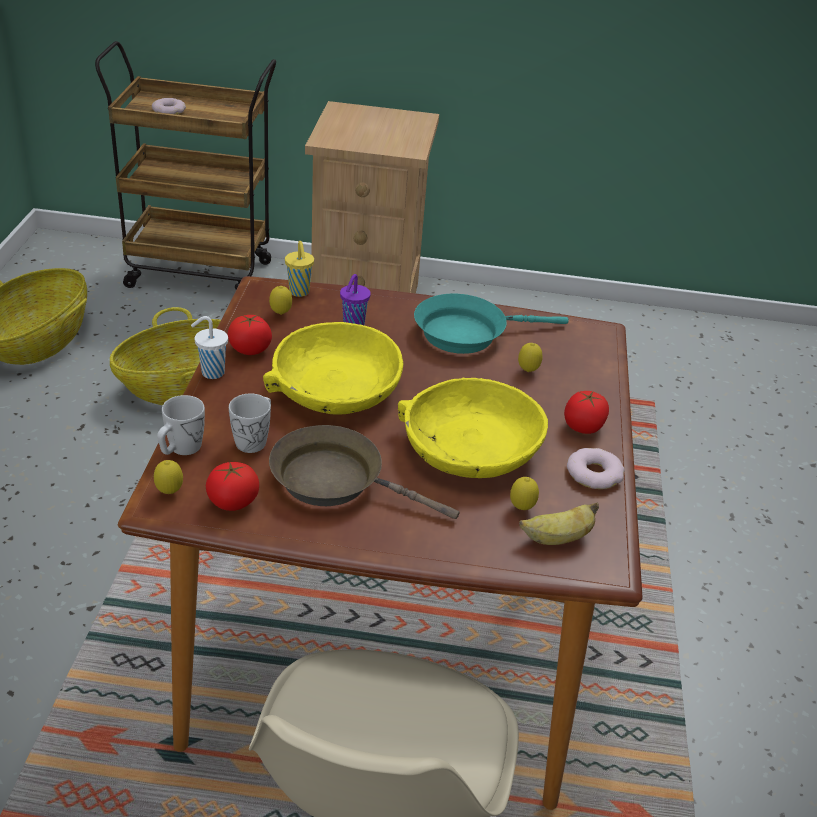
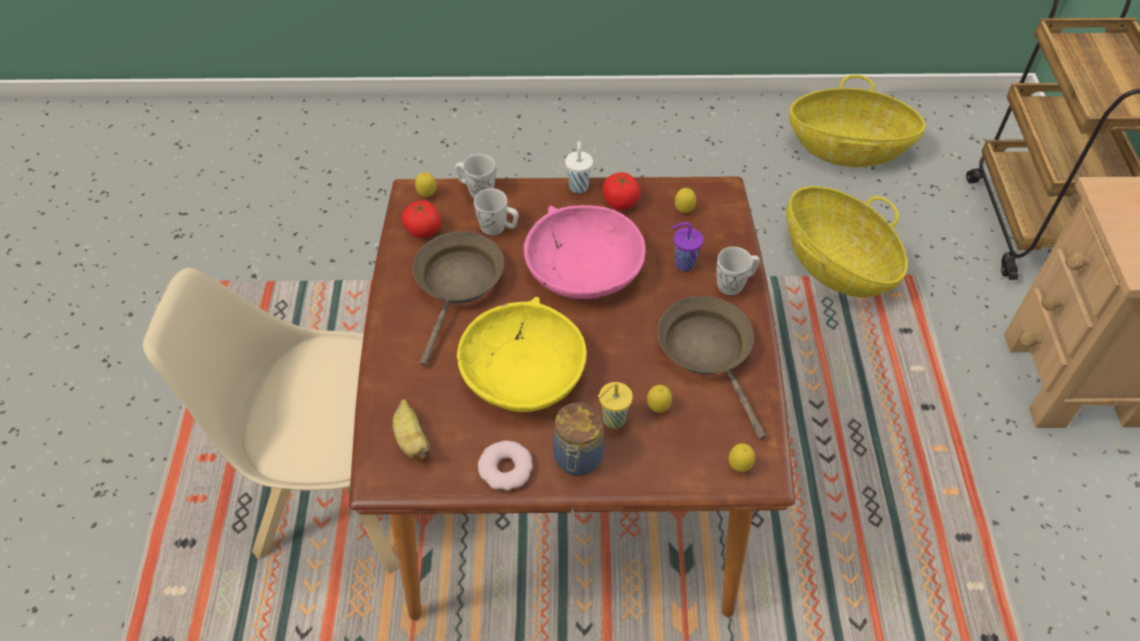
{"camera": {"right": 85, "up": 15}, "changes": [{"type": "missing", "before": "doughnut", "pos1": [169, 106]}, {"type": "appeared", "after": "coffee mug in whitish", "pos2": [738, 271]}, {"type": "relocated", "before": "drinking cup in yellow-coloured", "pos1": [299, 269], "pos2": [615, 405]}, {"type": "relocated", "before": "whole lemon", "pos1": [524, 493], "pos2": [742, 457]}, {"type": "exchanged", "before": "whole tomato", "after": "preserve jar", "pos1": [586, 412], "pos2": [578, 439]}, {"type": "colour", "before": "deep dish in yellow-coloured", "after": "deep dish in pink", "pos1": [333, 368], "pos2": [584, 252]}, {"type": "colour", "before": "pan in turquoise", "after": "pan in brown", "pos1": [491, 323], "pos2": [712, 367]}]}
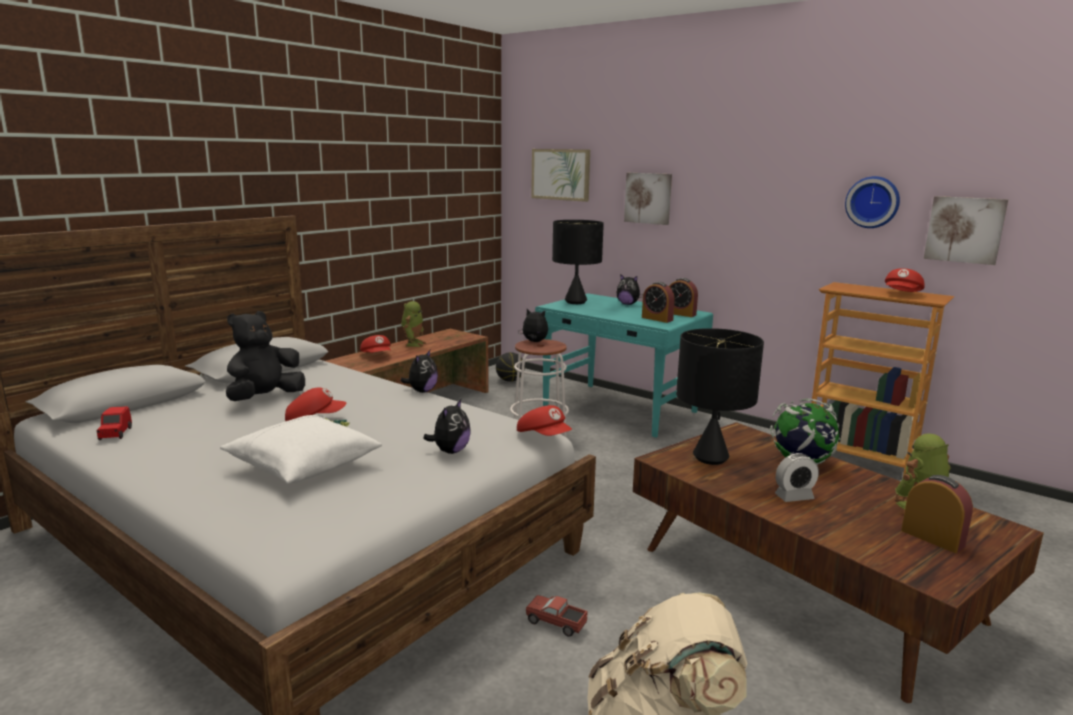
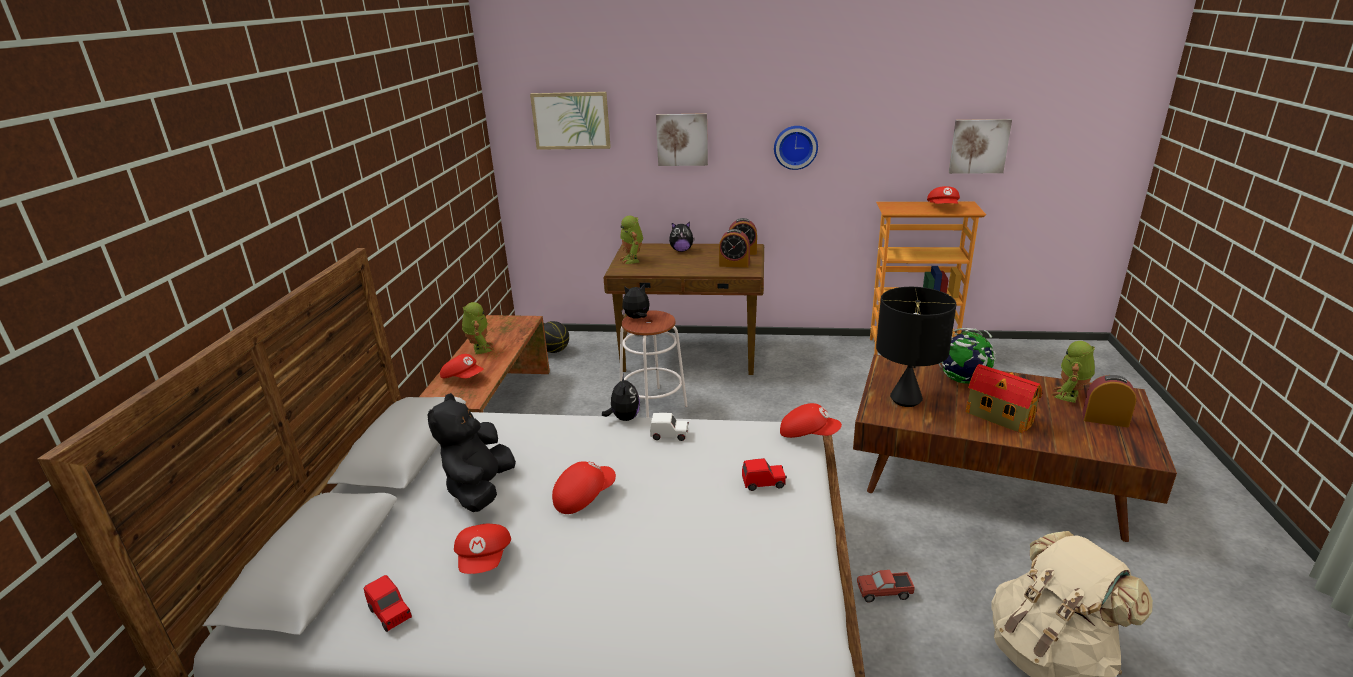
{"camera": {"right": -30, "up": 10}, "changes": [{"type": "missing", "before": "pillow in whitish", "pos1": [301, 449]}, {"type": "appeared", "after": "peaked cap in reddish", "pos2": [482, 549]}, {"type": "appeared", "after": "model car in whitish", "pos2": [669, 427]}, {"type": "relocated", "before": "hanging clock", "pos1": [872, 202], "pos2": [796, 148]}, {"type": "exchanged", "before": "soft toy", "after": "model car in reddish", "pos1": [447, 426], "pos2": [764, 474]}, {"type": "exchanged", "before": "table lamp in black", "after": "model robot", "pos1": [578, 262], "pos2": [631, 240]}, {"type": "exchanged", "before": "alarm clock", "after": "toy house", "pos1": [797, 477], "pos2": [1004, 399]}, {"type": "colour", "before": "desk unit in turquoise", "after": "desk unit in brown", "pos1": [624, 365], "pos2": [684, 309]}]}
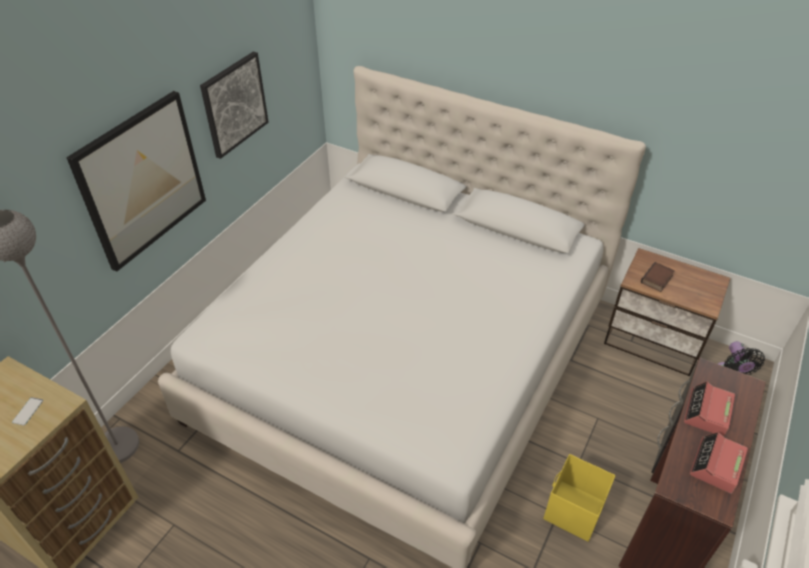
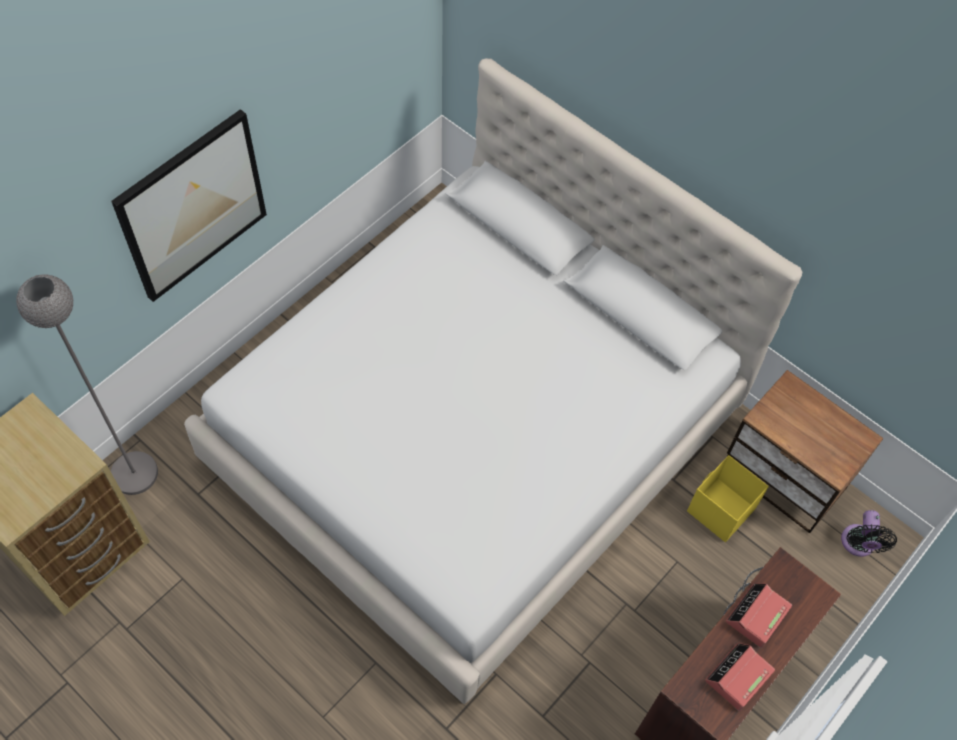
{"camera": {"right": 10, "up": 15}, "changes": [{"type": "missing", "before": "phone", "pos1": [27, 411]}, {"type": "missing", "before": "wall picture", "pos1": [234, 105]}, {"type": "missing", "before": "bound book", "pos1": [658, 277]}, {"type": "relocated", "before": "storage container in yellow-coloured", "pos1": [579, 498], "pos2": [728, 498]}]}
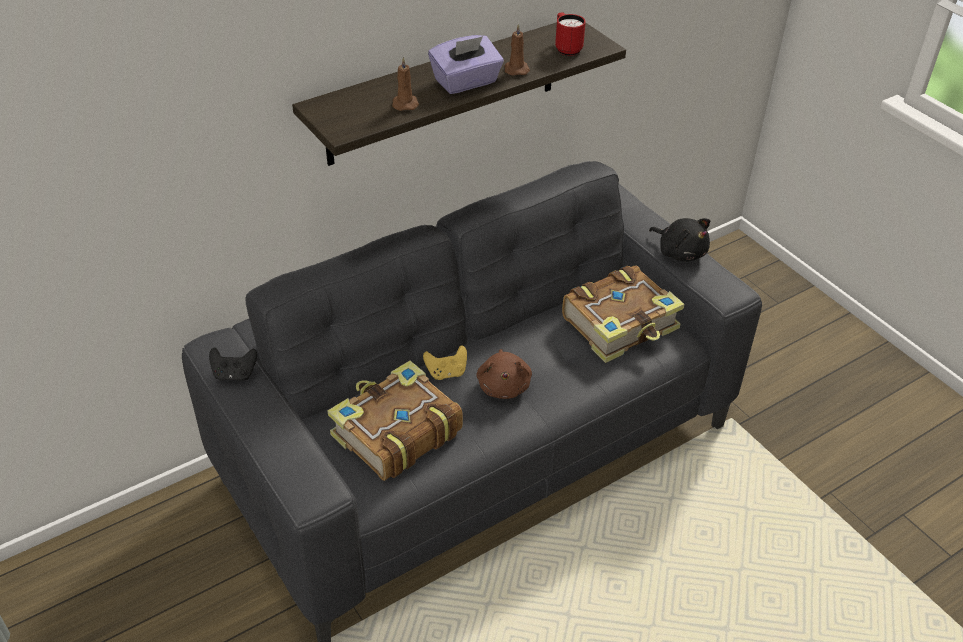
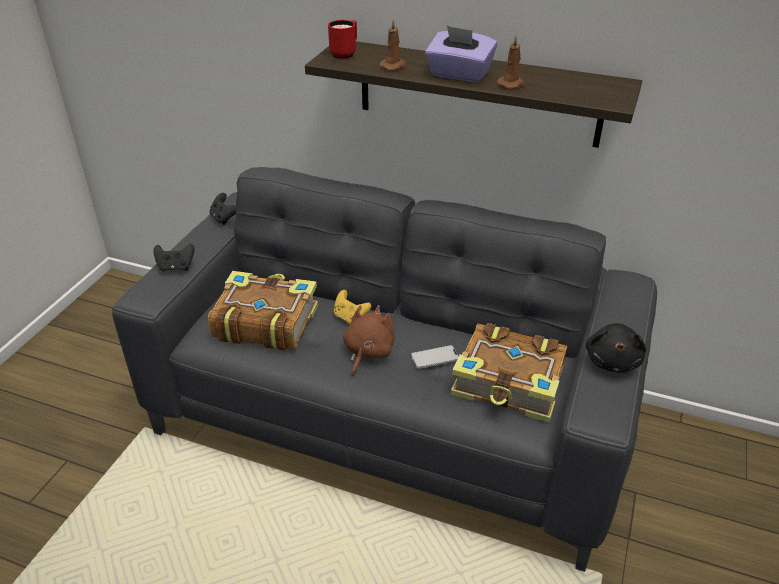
{"camera": {"right": 55, "up": -5}, "changes": [{"type": "appeared", "after": "gamepad in black", "pos2": [174, 257]}, {"type": "appeared", "after": "phone", "pos2": [435, 357]}, {"type": "relocated", "before": "coffee mug in reddish", "pos1": [570, 34], "pos2": [342, 39]}, {"type": "spun", "before": "soft toy in brown", "pos1": [504, 374], "pos2": [369, 340], "turn": 150}]}
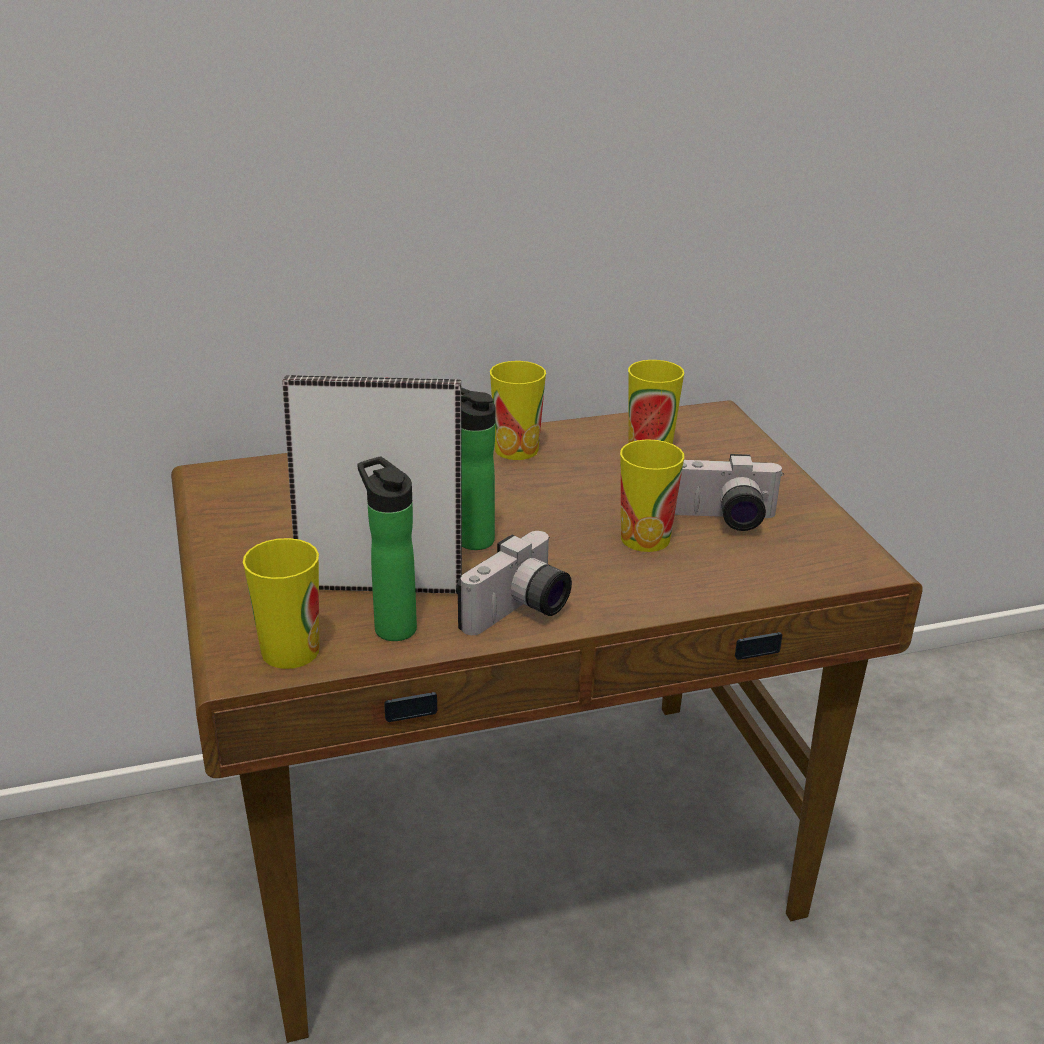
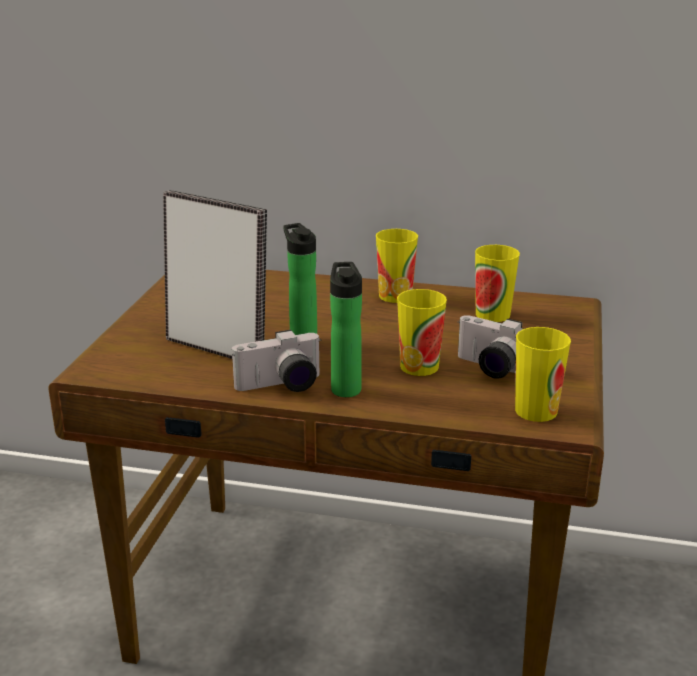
{"camera": {"right": 30, "up": -5}, "changes": [{"type": "relocated", "before": "drinking cup", "pos1": [281, 603], "pos2": [543, 374]}, {"type": "relocated", "before": "beverage bottle", "pos1": [387, 549], "pos2": [346, 329]}]}
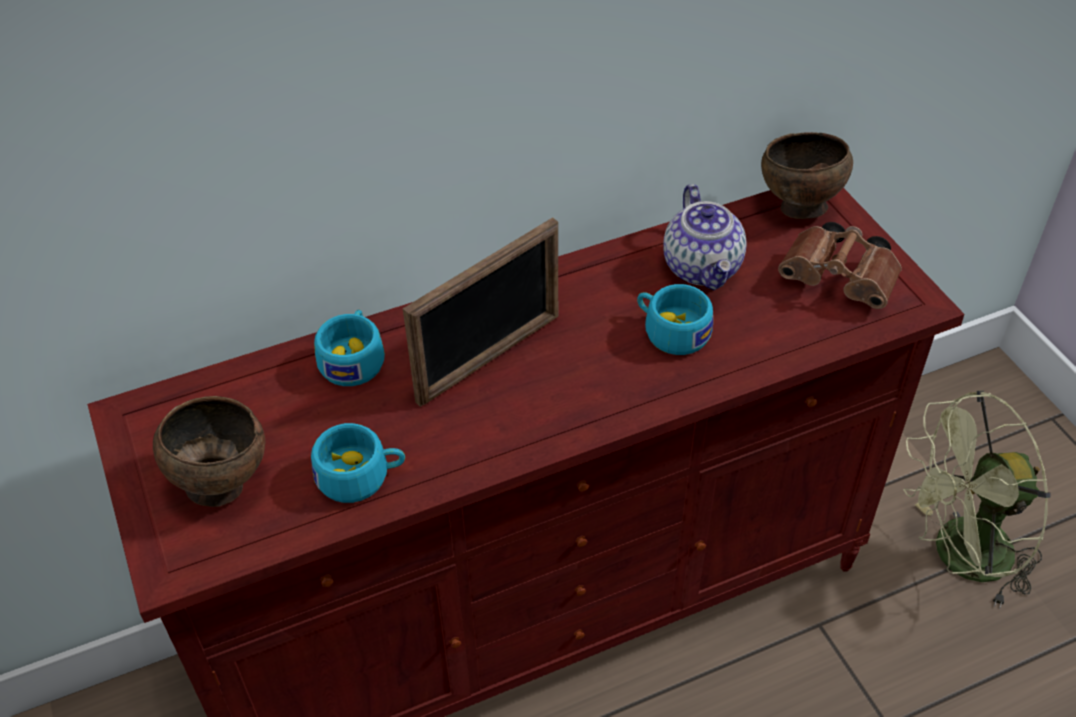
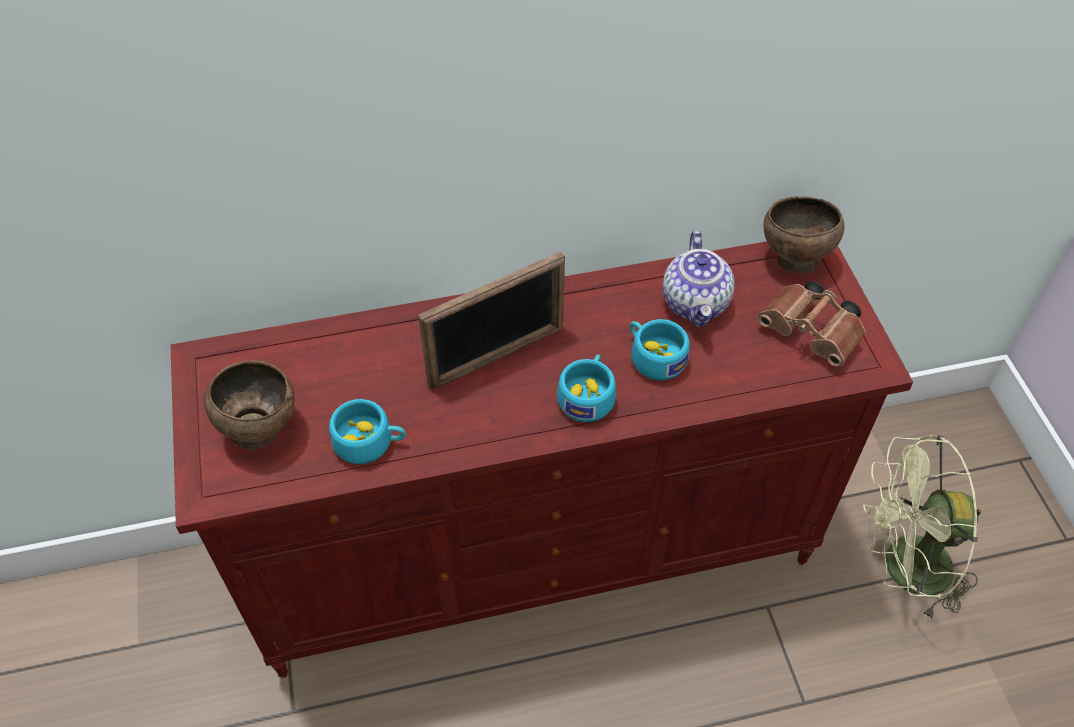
{"camera": {"right": 10, "up": 5}, "changes": [{"type": "relocated", "before": "drinking cup in turquoise", "pos1": [349, 348], "pos2": [586, 388]}]}
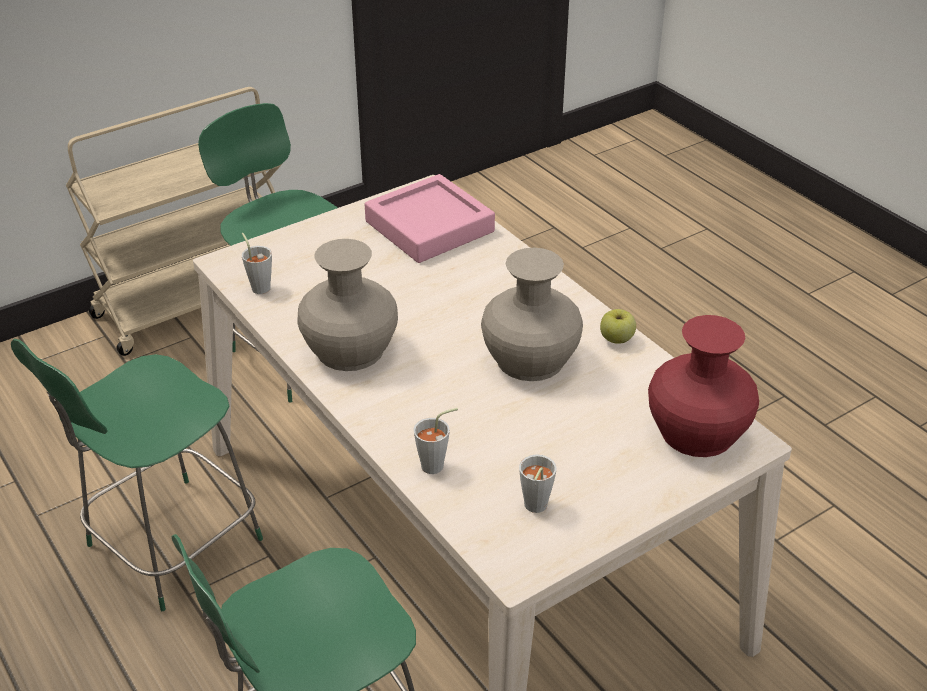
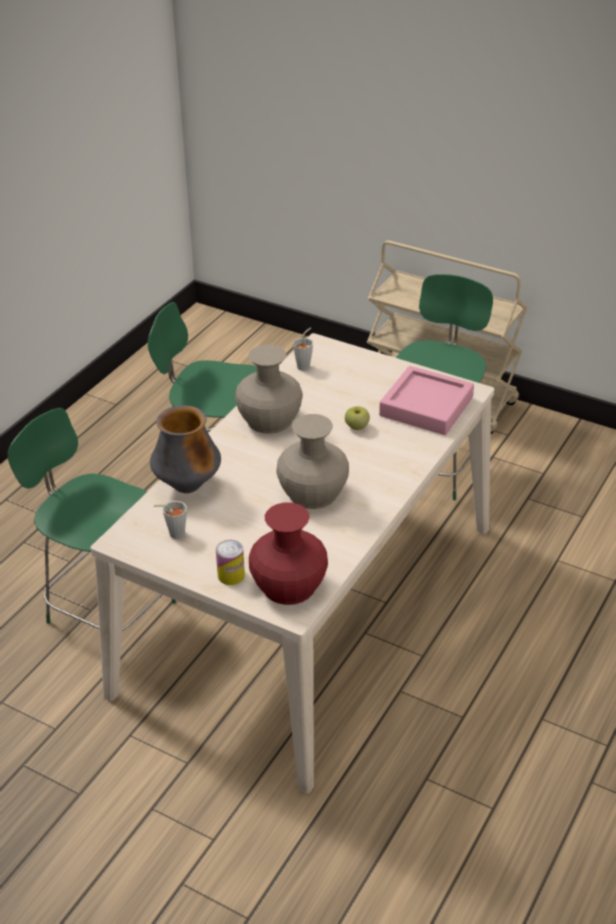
{"camera": {"right": 65, "up": 0}, "changes": [{"type": "appeared", "after": "metal can", "pos2": [230, 562]}, {"type": "relocated", "before": "apple", "pos1": [618, 326], "pos2": [357, 418]}, {"type": "exchanged", "before": "drinking cup in grey", "after": "vase", "pos1": [435, 441], "pos2": [185, 449]}]}
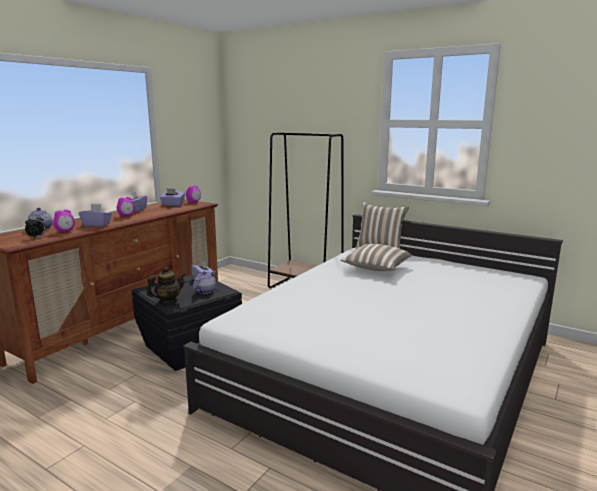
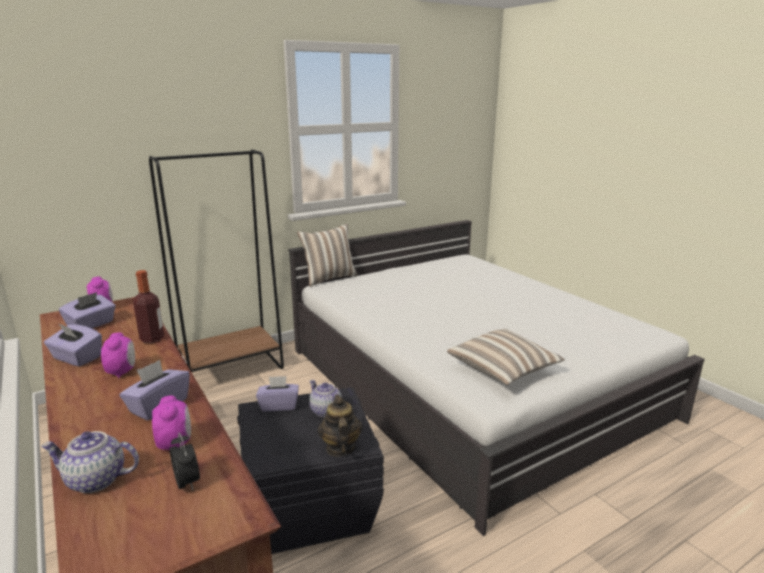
{"camera": {"right": -65, "up": 5}, "changes": [{"type": "appeared", "after": "beverage bottle", "pos2": [148, 306]}, {"type": "relocated", "before": "pillow", "pos1": [376, 257], "pos2": [506, 357]}]}
